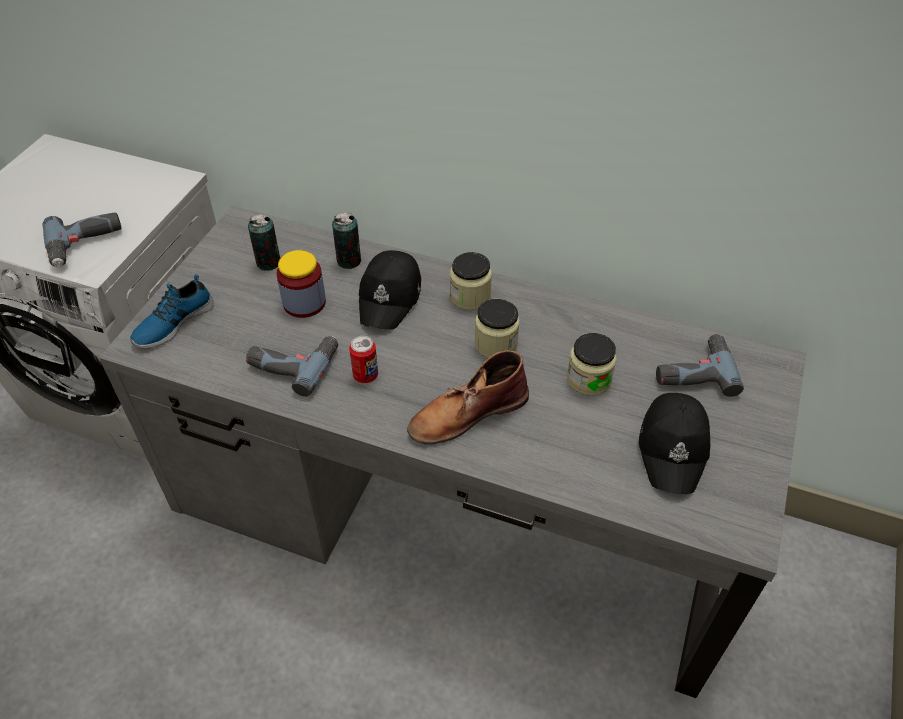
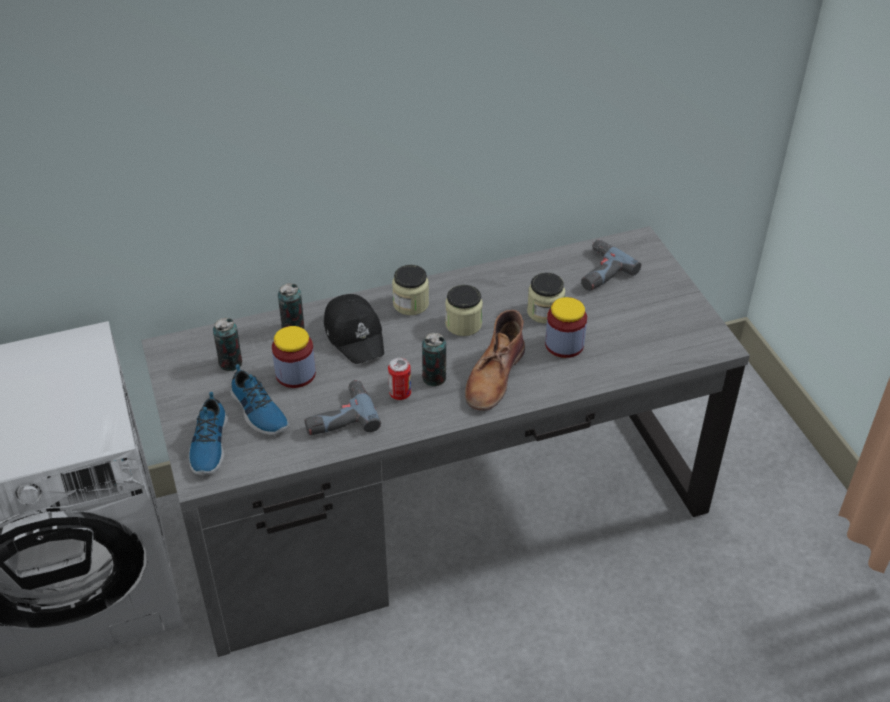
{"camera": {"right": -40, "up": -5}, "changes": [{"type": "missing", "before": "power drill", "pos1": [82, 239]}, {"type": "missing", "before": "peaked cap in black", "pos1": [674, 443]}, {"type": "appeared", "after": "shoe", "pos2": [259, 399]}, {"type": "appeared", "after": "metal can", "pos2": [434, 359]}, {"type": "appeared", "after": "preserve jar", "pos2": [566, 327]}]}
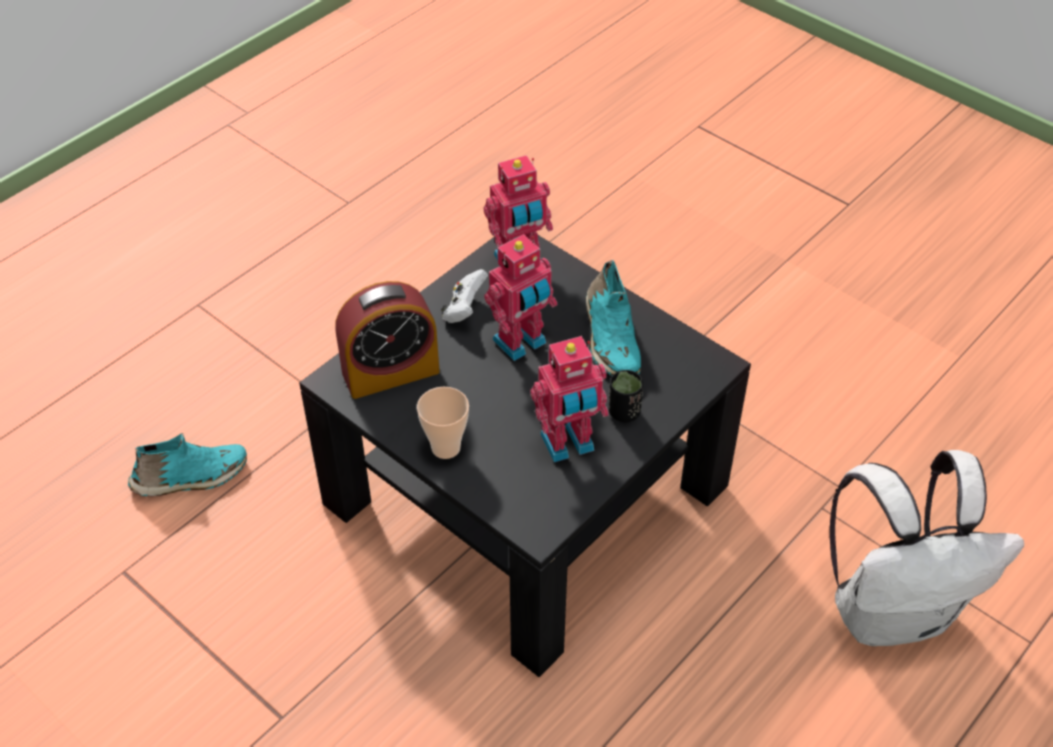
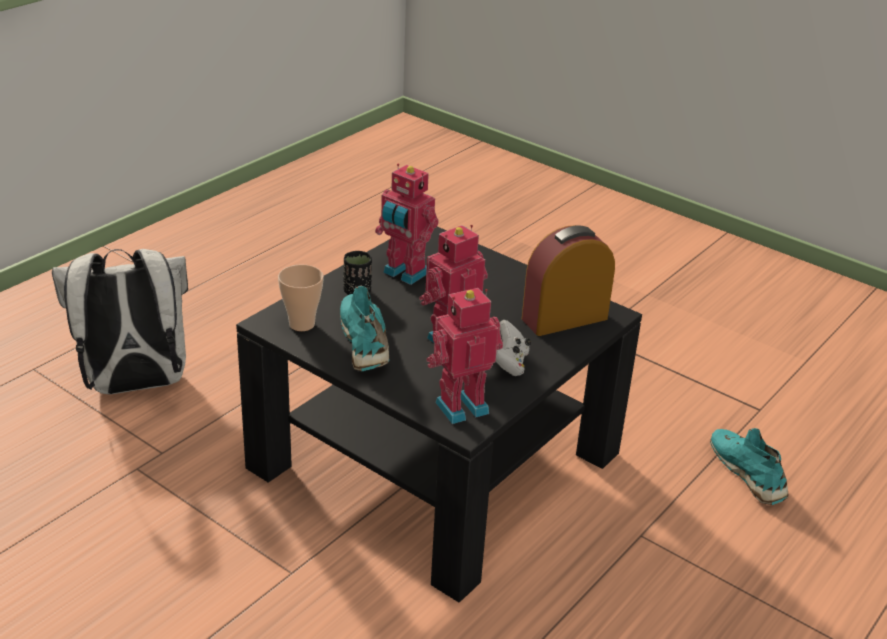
{"camera": {"right": 175, "up": -15}, "changes": [{"type": "relocated", "before": "drinking cup", "pos1": [443, 423], "pos2": [301, 297]}, {"type": "spun", "before": "shoe in turquoise", "pos1": [187, 464], "pos2": [749, 466], "turn": 90}, {"type": "spun", "before": "model robot", "pos1": [569, 399], "pos2": [407, 224], "turn": -120}]}
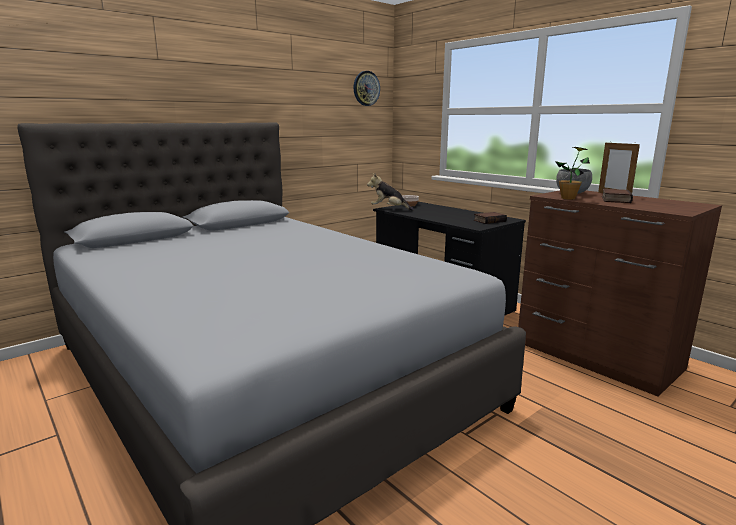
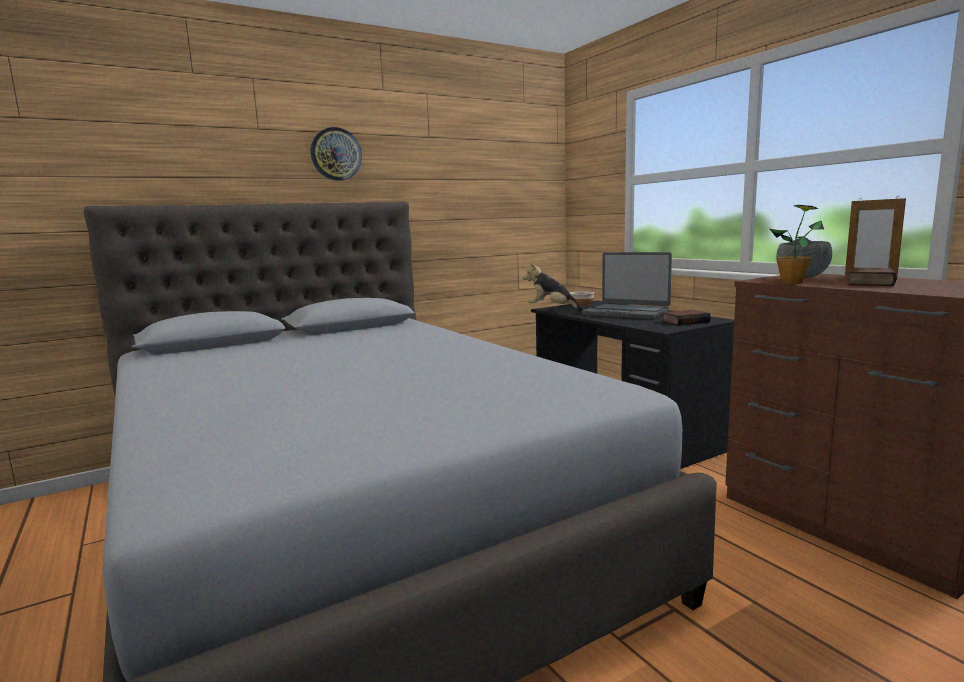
{"camera": {"right": 10, "up": -5}, "changes": [{"type": "appeared", "after": "laptop", "pos2": [627, 285]}, {"type": "relocated", "before": "hanging clock", "pos1": [367, 88], "pos2": [336, 154]}]}
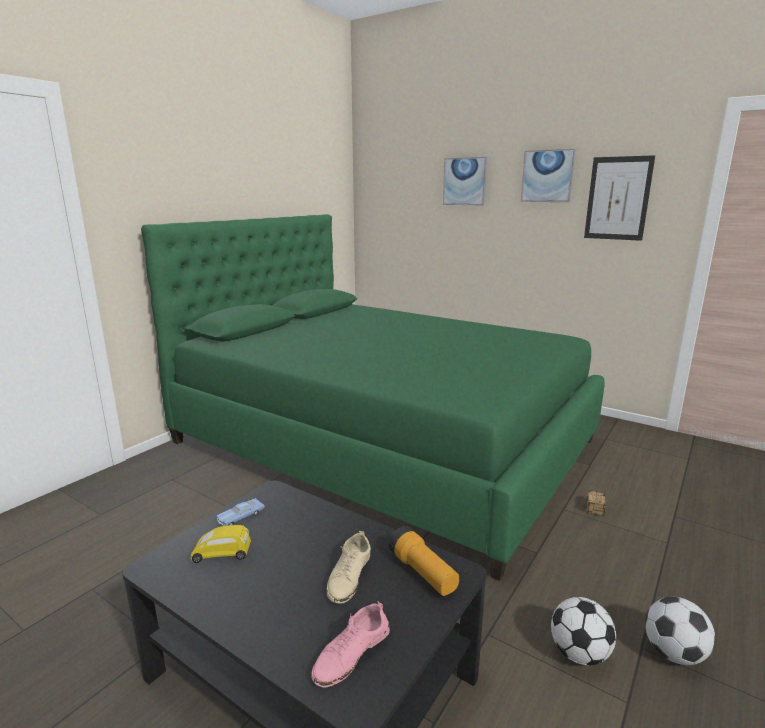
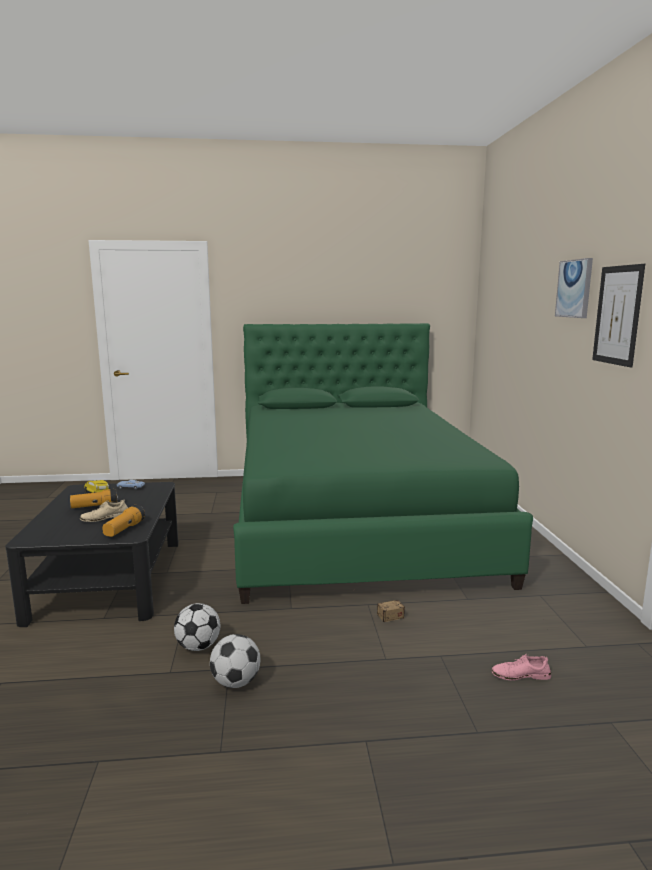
{"camera": {"right": 50, "up": -5}, "changes": [{"type": "missing", "before": "wall picture", "pos1": [465, 181]}, {"type": "appeared", "after": "hand torch", "pos2": [94, 498]}, {"type": "relocated", "before": "shoe in pink", "pos1": [350, 644], "pos2": [521, 667]}]}
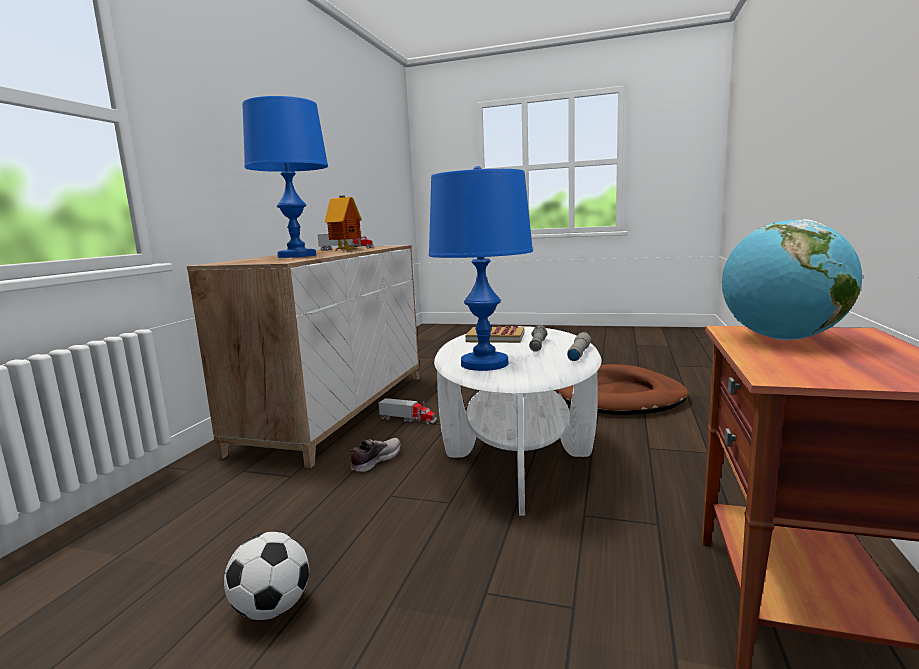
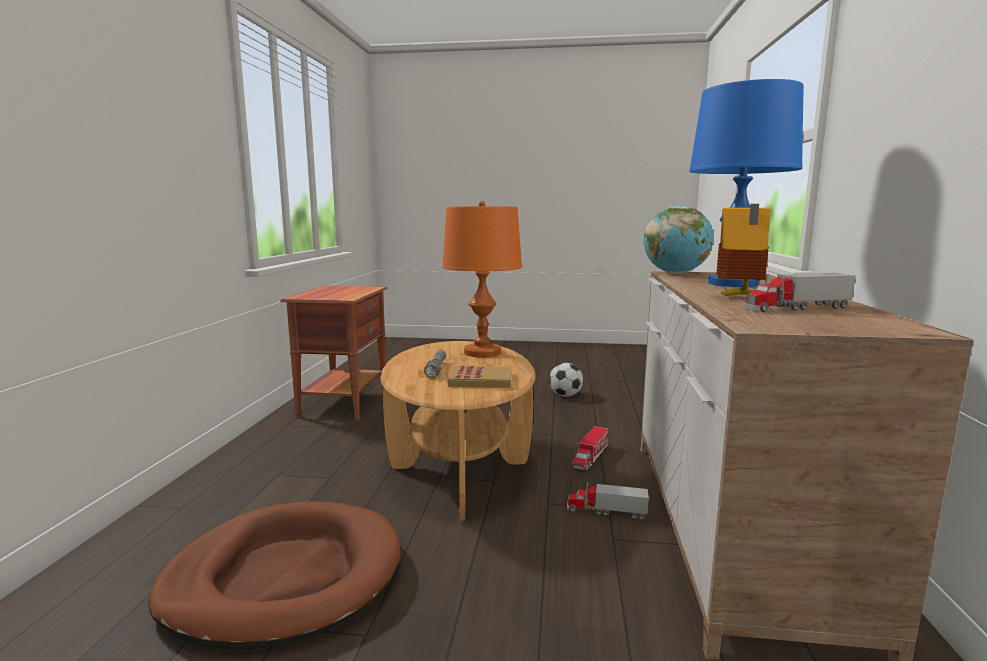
{"camera": {"right": 170, "up": 0}, "changes": [{"type": "missing", "before": "hand torch in grey", "pos1": [579, 346]}, {"type": "relocated", "before": "world globe", "pos1": [792, 280], "pos2": [678, 240]}, {"type": "exchanged", "before": "shoe", "after": "toy lorry", "pos1": [375, 455], "pos2": [590, 448]}, {"type": "colour", "before": "table lamp in bluish", "after": "table lamp in orange", "pos1": [481, 268], "pos2": [482, 279]}, {"type": "colour", "before": "coffee table in whitish", "after": "coffee table in brown", "pos1": [518, 421], "pos2": [458, 431]}]}
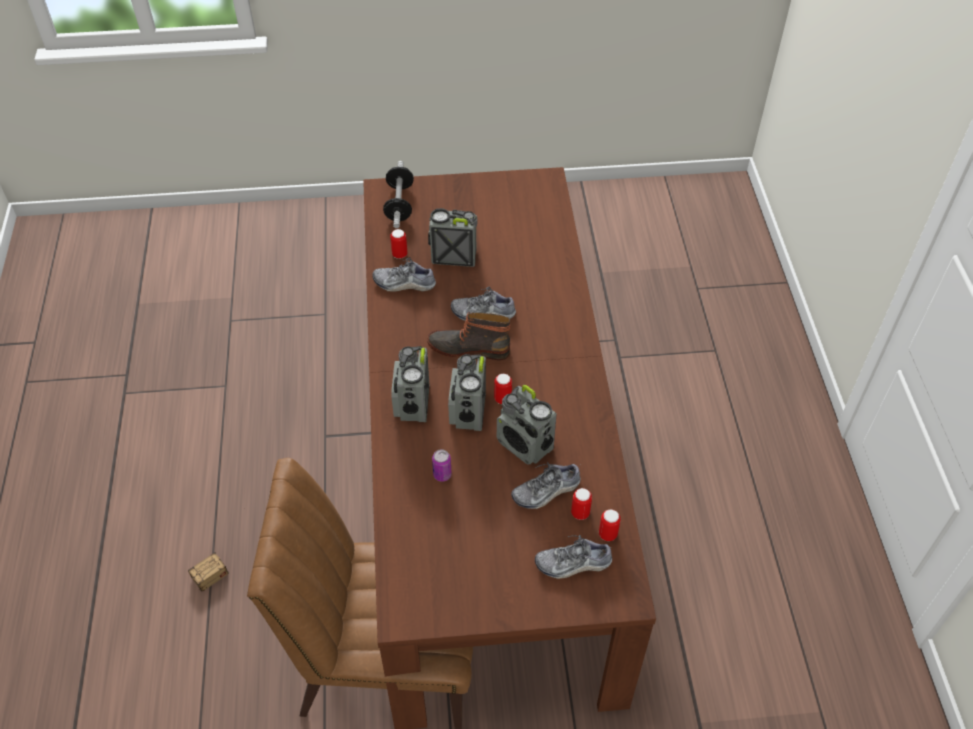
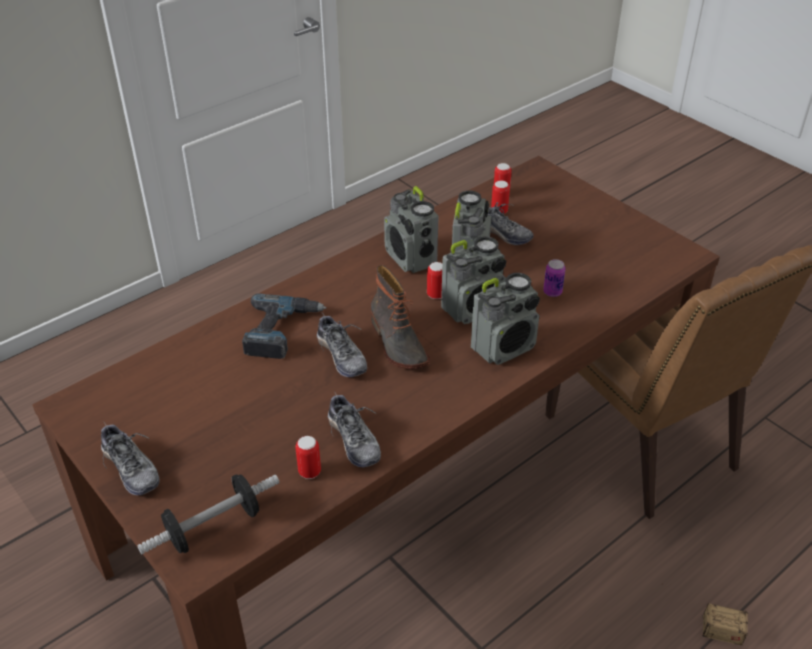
{"camera": {"right": -125, "up": -10}, "changes": [{"type": "appeared", "after": "power drill", "pos2": [284, 326]}, {"type": "relocated", "before": "radio set", "pos1": [452, 237], "pos2": [411, 229]}, {"type": "relocated", "before": "shoe", "pos1": [573, 557], "pos2": [130, 459]}]}
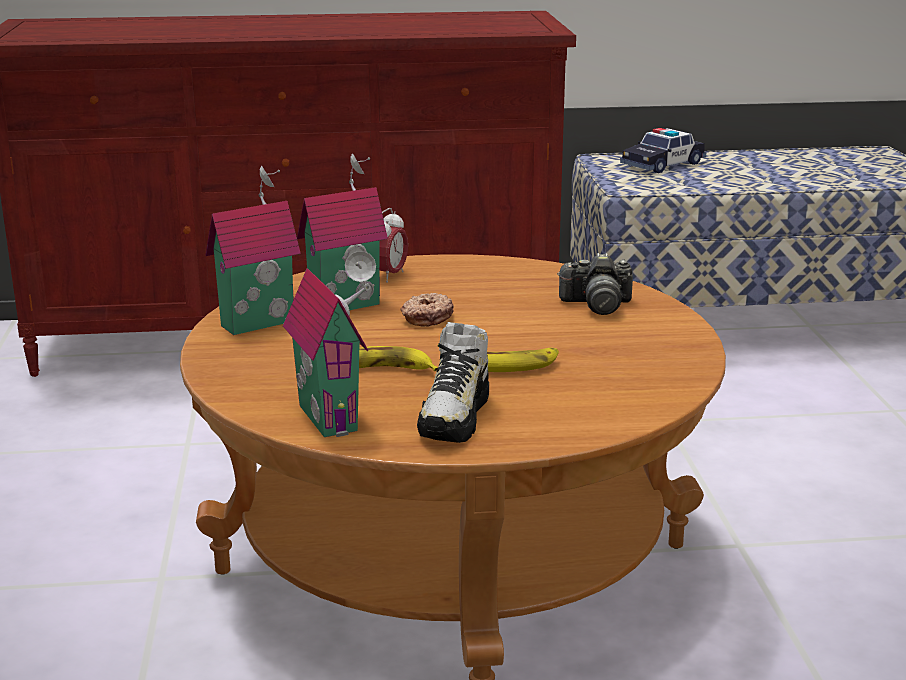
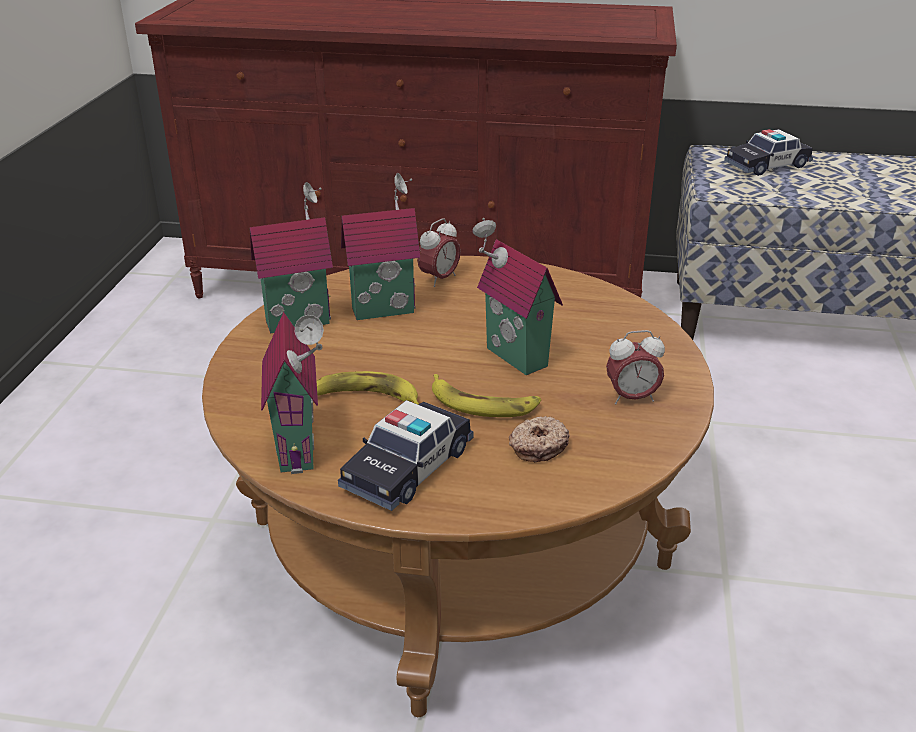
{"camera": {"right": 15, "up": 10}, "changes": [{"type": "missing", "before": "photo camera", "pos1": [595, 284]}, {"type": "appeared", "after": "toy house", "pos2": [517, 296]}, {"type": "appeared", "after": "alarm clock", "pos2": [635, 367]}, {"type": "relocated", "before": "doughnut", "pos1": [427, 310], "pos2": [539, 439]}, {"type": "exchanged", "before": "shoe", "after": "model car", "pos1": [453, 382], "pos2": [406, 455]}]}
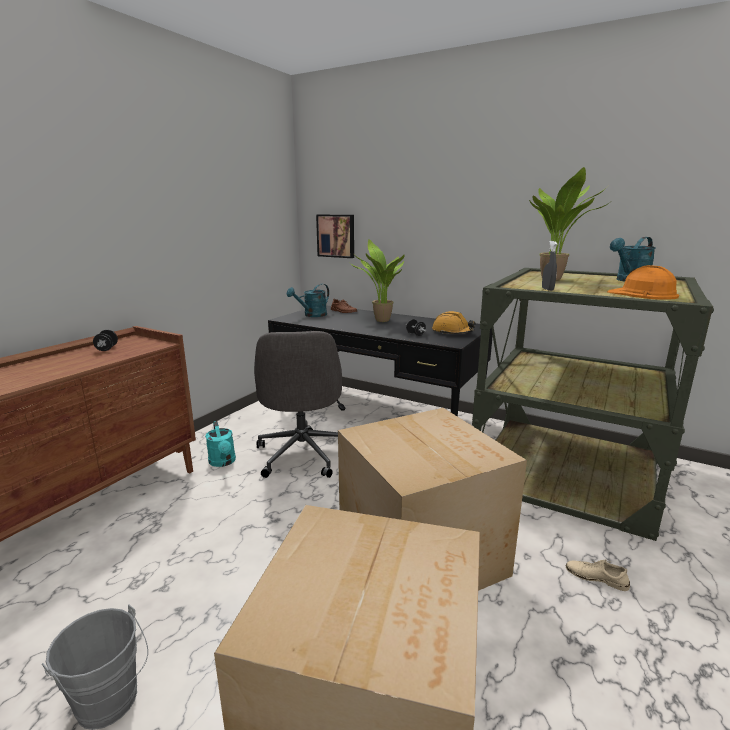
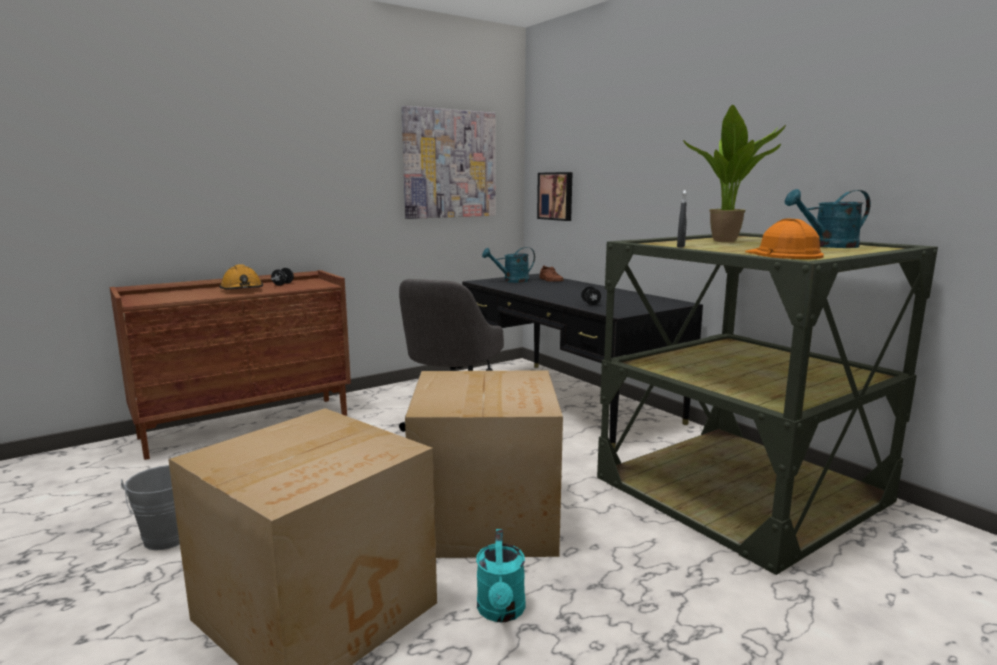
{"camera": {"right": 25, "up": -5}, "changes": [{"type": "missing", "before": "houseplant", "pos1": [377, 280]}, {"type": "missing", "before": "shoe in beige-coloured", "pos1": [598, 575]}, {"type": "appeared", "after": "wall picture", "pos2": [448, 162]}, {"type": "relocated", "before": "watering pot in turquoise", "pos1": [220, 444], "pos2": [500, 575]}, {"type": "relocated", "before": "safety helmet in orange", "pos1": [454, 322], "pos2": [241, 277]}]}
